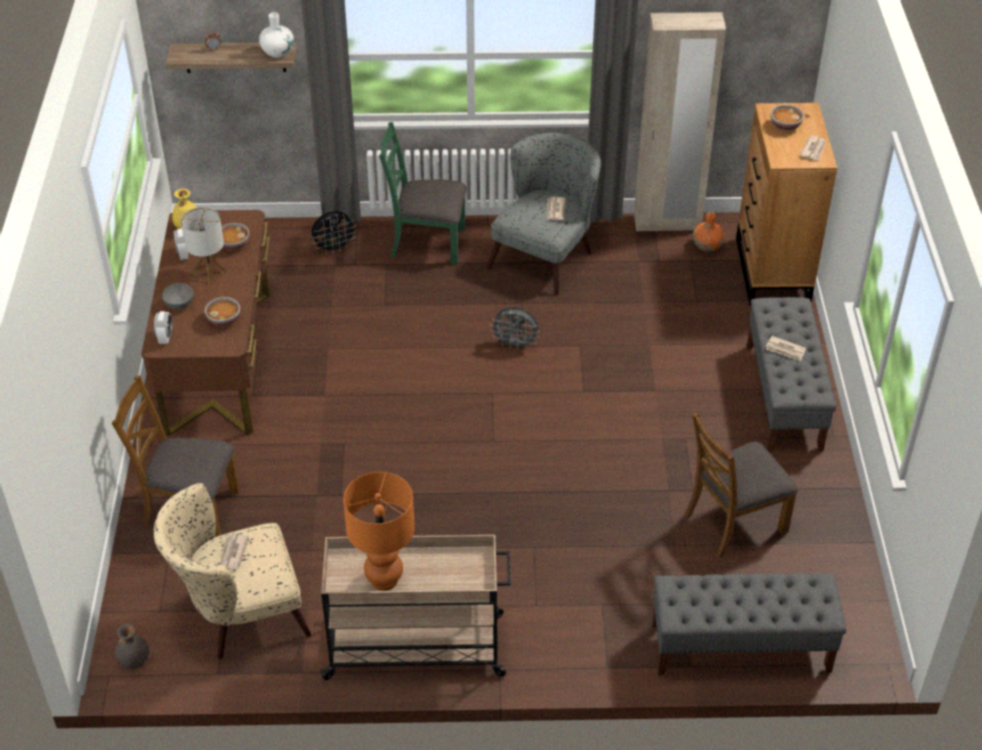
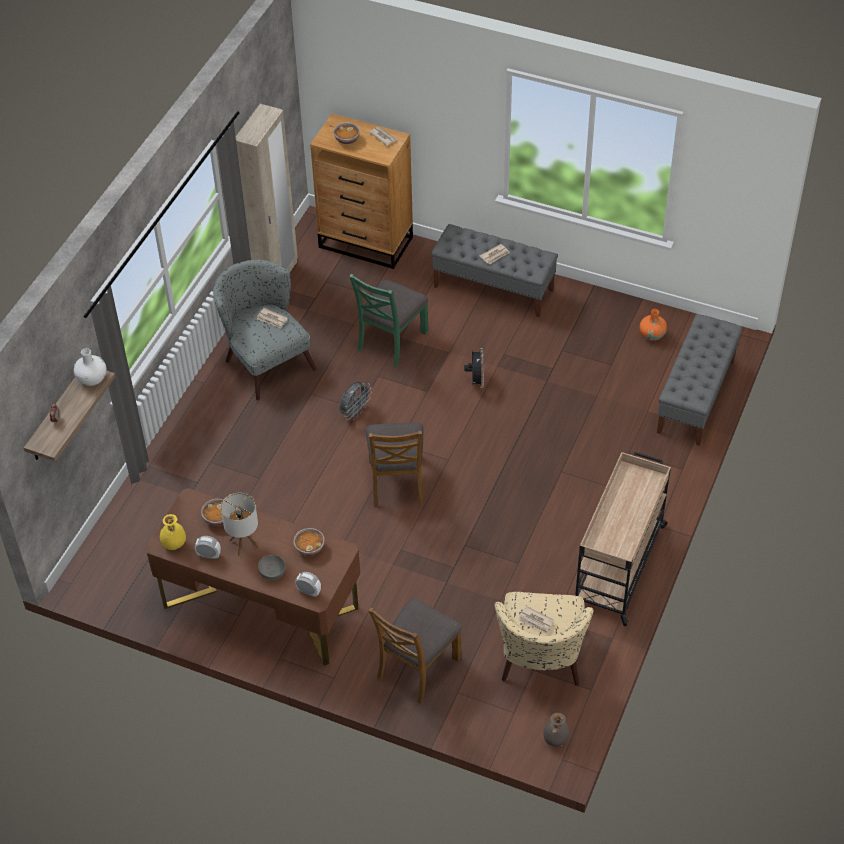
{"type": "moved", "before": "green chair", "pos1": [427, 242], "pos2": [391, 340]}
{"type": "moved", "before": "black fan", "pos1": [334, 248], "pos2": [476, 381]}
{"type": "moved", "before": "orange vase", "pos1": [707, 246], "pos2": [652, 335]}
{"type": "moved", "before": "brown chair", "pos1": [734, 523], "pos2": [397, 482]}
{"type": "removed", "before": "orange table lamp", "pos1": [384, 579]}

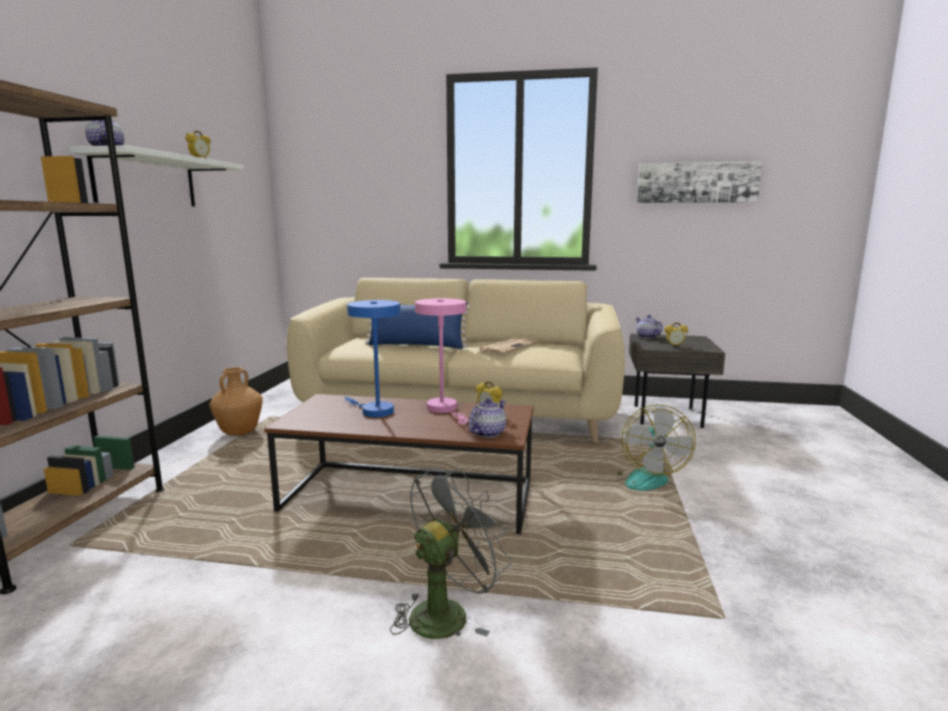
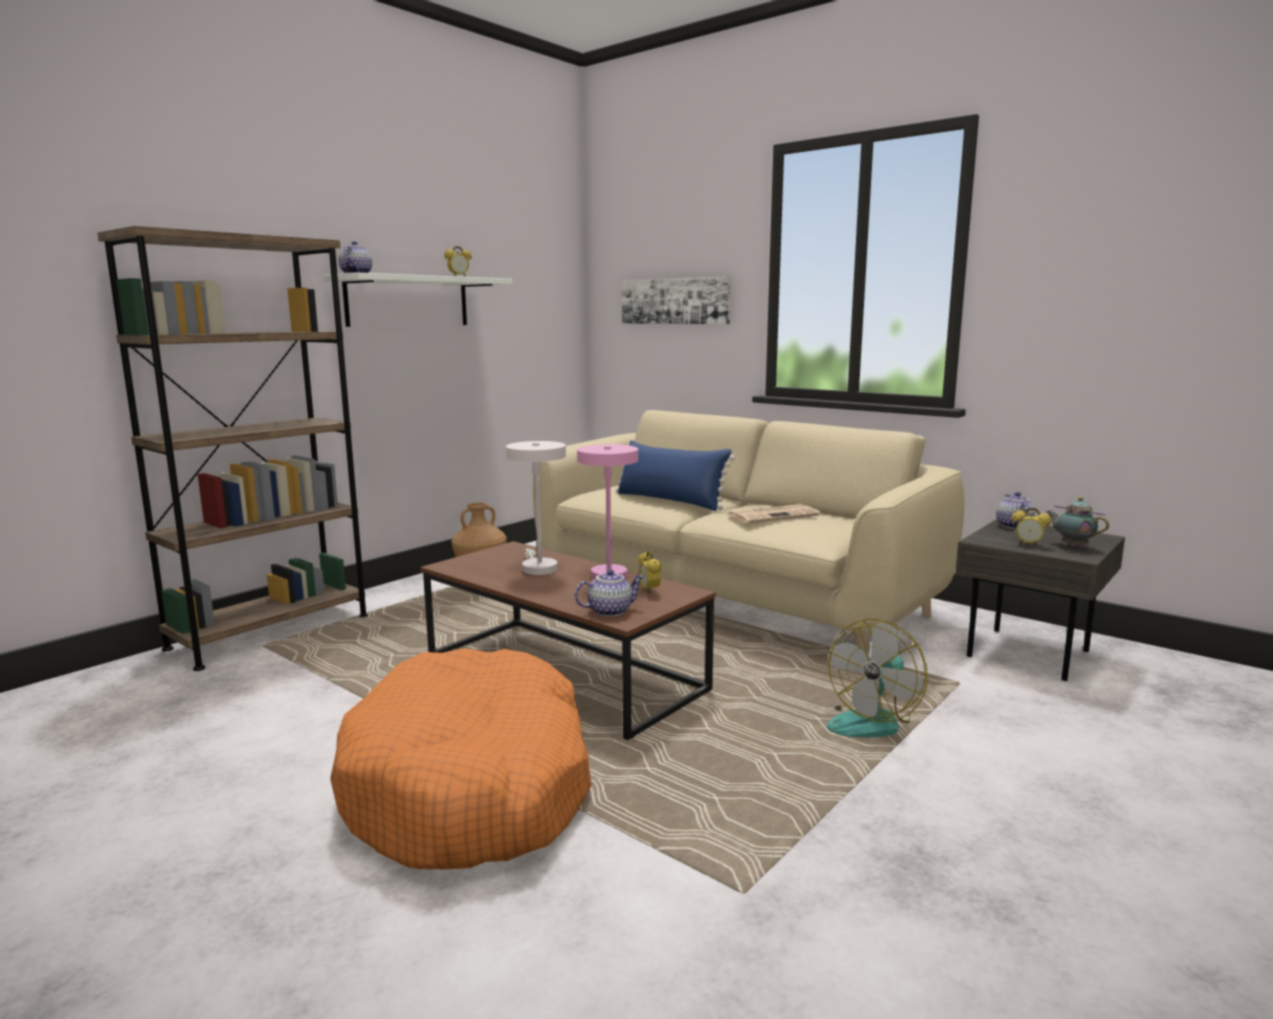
{"type": "moved", "before": "picture", "pos1": [697, 182], "pos2": [675, 301]}
{"type": "recoloured", "before": "blue table lamp", "after": "white table lamp", "pos1": [374, 410], "pos2": [538, 567]}
{"type": "replaced", "before": "grey fan", "after": "orange dog bed", "pos1": [447, 612], "pos2": [471, 786]}
{"type": "added", "after": "teapot", "pos2": [1072, 546]}

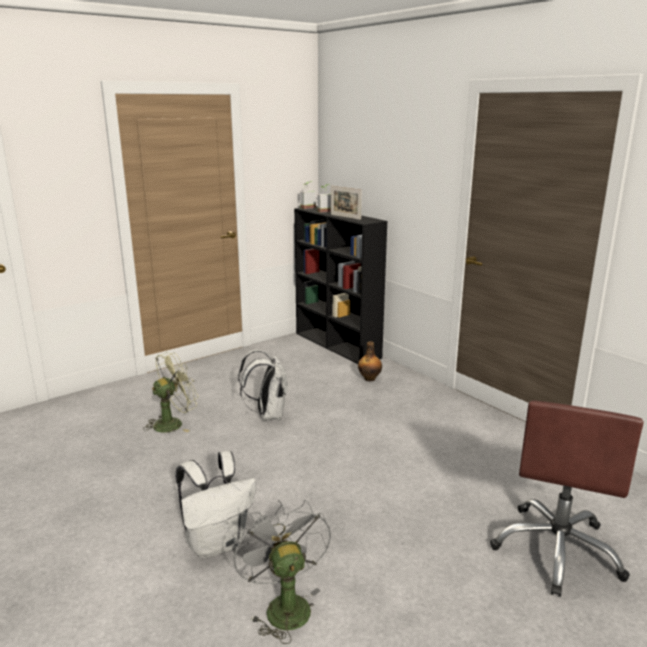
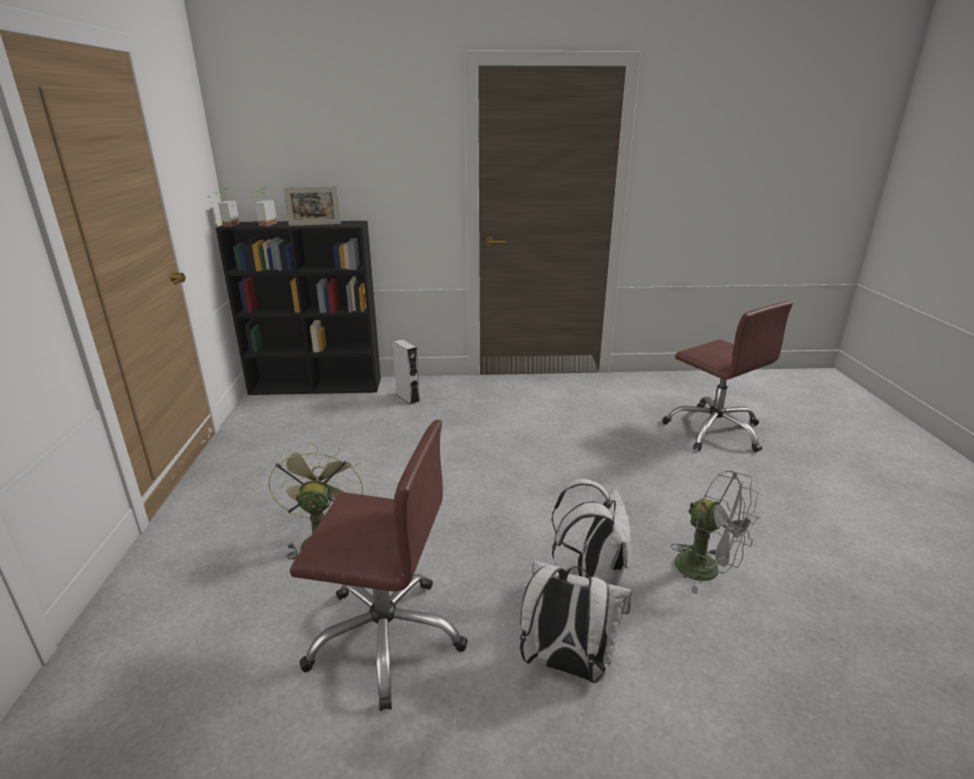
{"type": "replaced", "before": "bottle", "after": "grey speaker", "pos1": [369, 378], "pos2": [407, 398]}
{"type": "moved", "before": "white backpack", "pos1": [268, 414], "pos2": [568, 665]}
{"type": "turned", "before": "grey fan", "pos1": [283, 605], "pos2": [707, 571], "turn": -150}
{"type": "added", "after": "brown office chair", "pos2": [386, 637]}

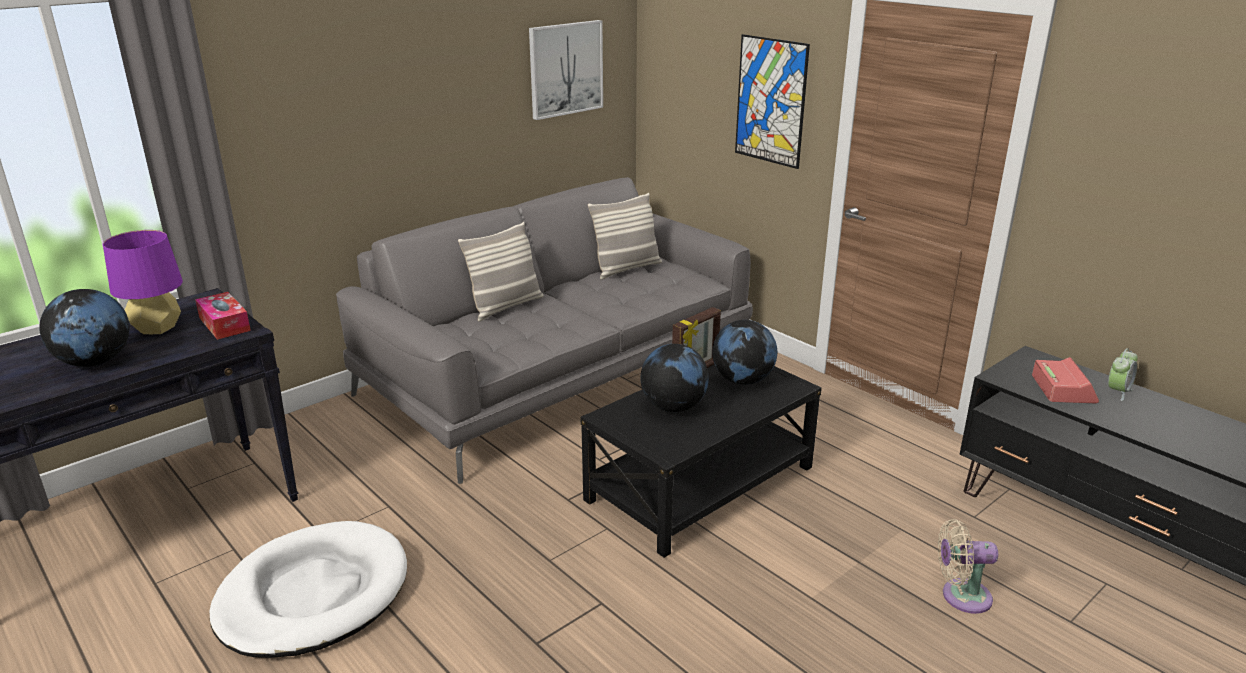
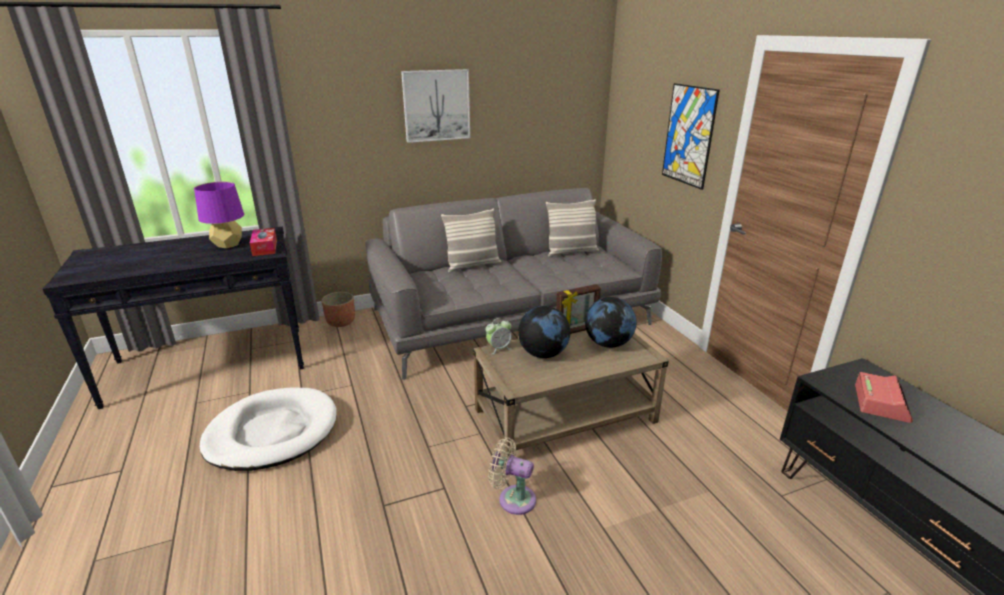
{"type": "moved", "before": "picture", "pos1": [565, 69], "pos2": [436, 105]}
{"type": "removed", "before": "globe", "pos1": [95, 362]}
{"type": "moved", "before": "alarm clock", "pos1": [1117, 392], "pos2": [498, 348]}
{"type": "recoloured", "before": "black coffee table", "after": "beige coffee table", "pos1": [700, 484], "pos2": [565, 416]}
{"type": "moved", "before": "beige fan", "pos1": [961, 596], "pos2": [513, 498]}
{"type": "added", "after": "planter", "pos2": [341, 322]}

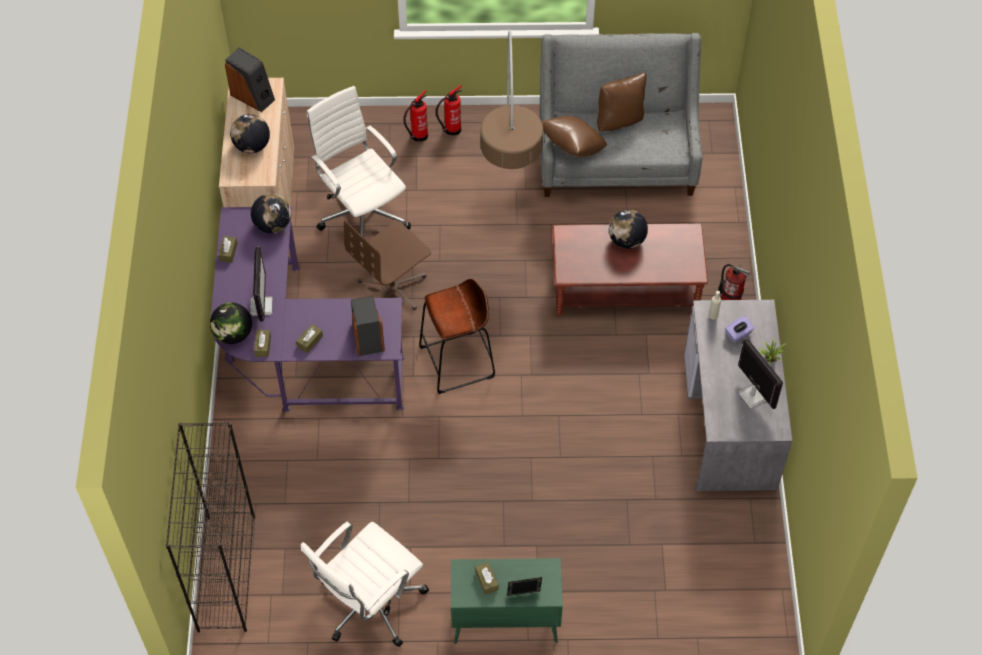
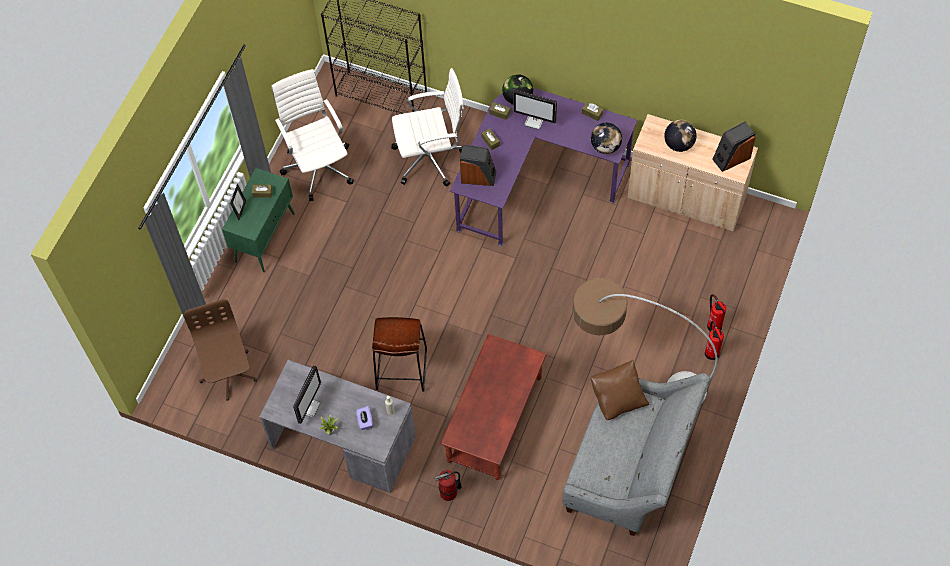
{"type": "removed", "before": "brown pillow", "pos1": [619, 120]}
{"type": "moved", "before": "white office chair", "pos1": [362, 214], "pos2": [431, 158]}
{"type": "removed", "before": "globe", "pos1": [626, 240]}
{"type": "moved", "before": "brown office chair", "pos1": [393, 288], "pos2": [228, 373]}
{"type": "moved", "before": "brown stool", "pos1": [457, 362], "pos2": [401, 369]}
{"type": "turned", "before": "monitor", "pos1": [752, 395], "pos2": [308, 407], "turn": -60}

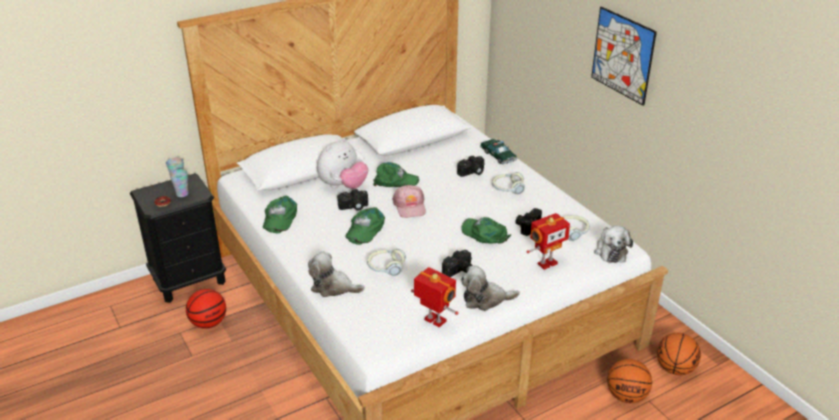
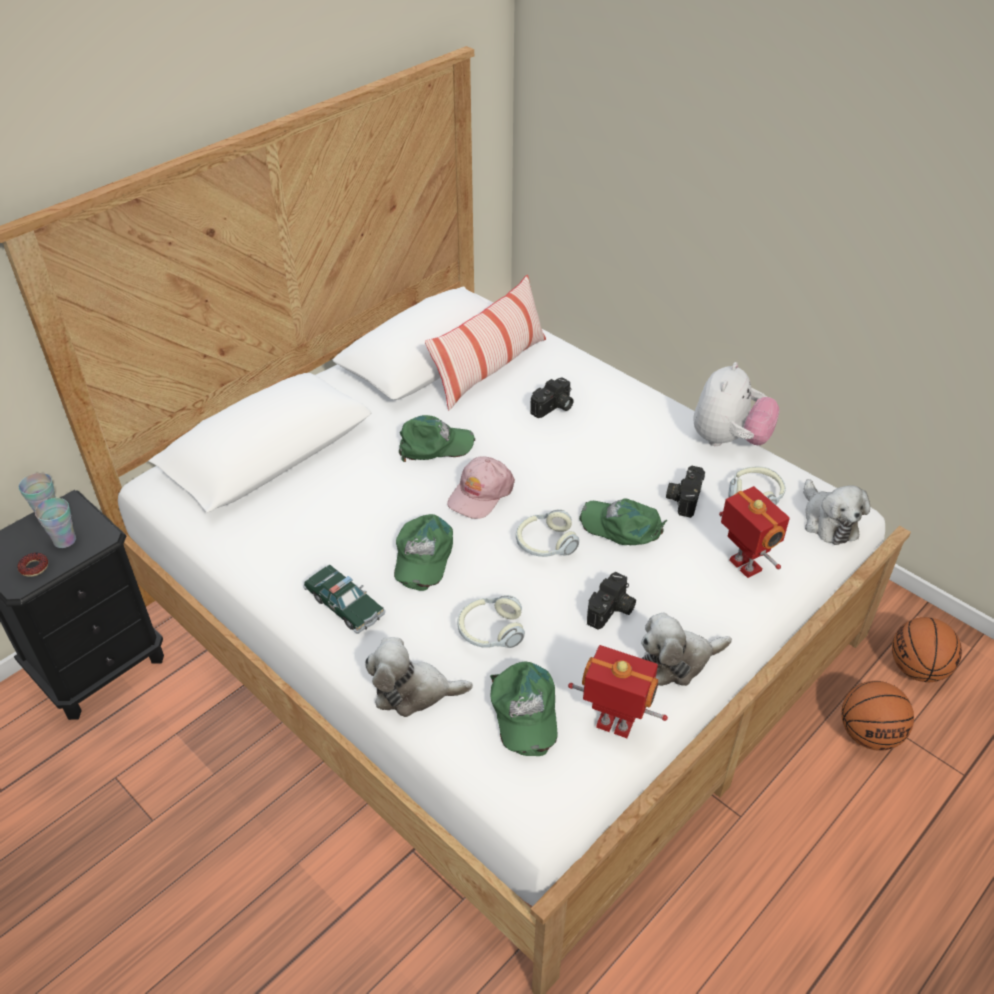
{"type": "removed", "before": "picture", "pos1": [622, 55]}
{"type": "moved", "before": "plush toy", "pos1": [343, 186], "pos2": [728, 440]}
{"type": "moved", "before": "toy car", "pos1": [498, 156], "pos2": [344, 605]}
{"type": "moved", "before": "headphones", "pos1": [507, 188], "pos2": [545, 543]}
{"type": "turned", "before": "pink cap", "pos1": [410, 206], "pos2": [480, 493], "turn": 60}
{"type": "removed", "before": "photo camera", "pos1": [353, 207]}
{"type": "moved", "before": "green cap", "pos1": [279, 218], "pos2": [524, 712]}
{"type": "turned", "before": "toy robot", "pos1": [546, 263], "pos2": [743, 566], "turn": -75}
{"type": "removed", "before": "basketball", "pos1": [208, 323]}
{"type": "added", "after": "pillow", "pos2": [490, 369]}

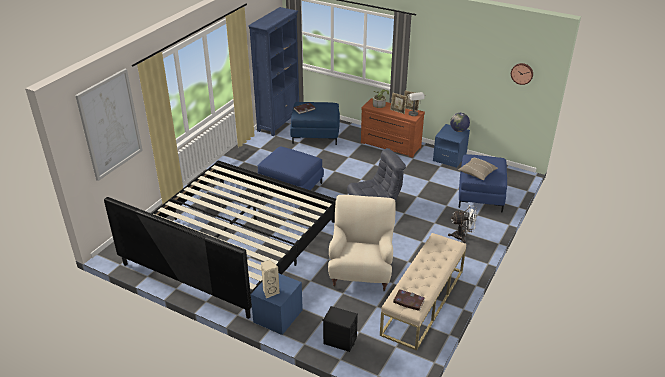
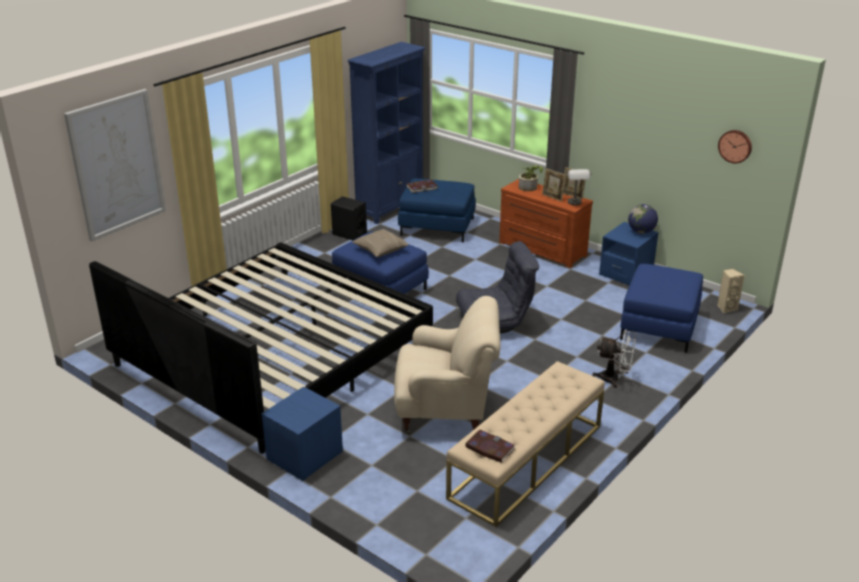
{"type": "moved", "before": "beige pillow", "pos1": [477, 173], "pos2": [380, 250]}
{"type": "turned", "before": "beige armchair", "pos1": [361, 272], "pos2": [446, 411], "turn": 75}
{"type": "moved", "before": "beige speaker", "pos1": [270, 291], "pos2": [726, 308]}
{"type": "moved", "before": "black speaker", "pos1": [340, 341], "pos2": [349, 234]}

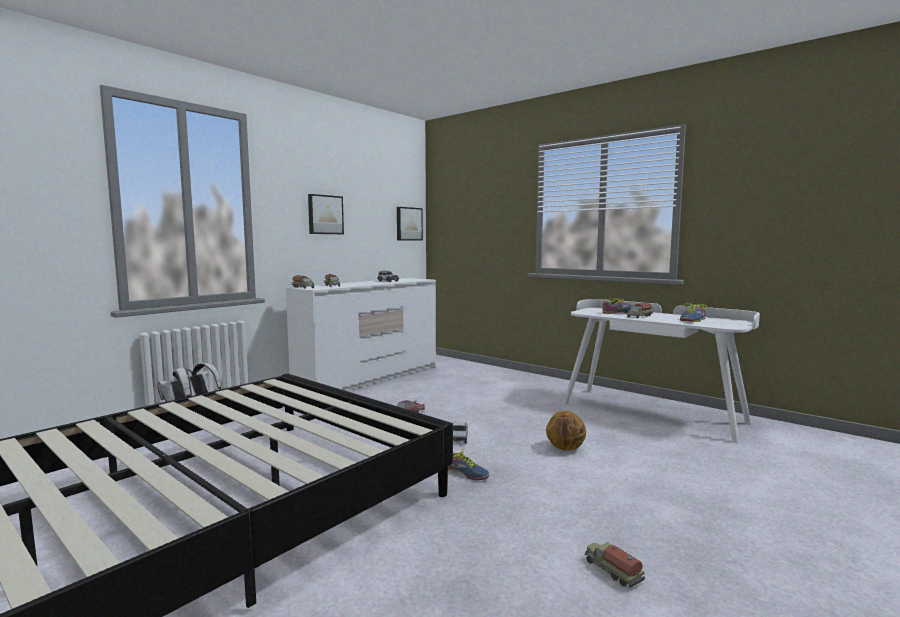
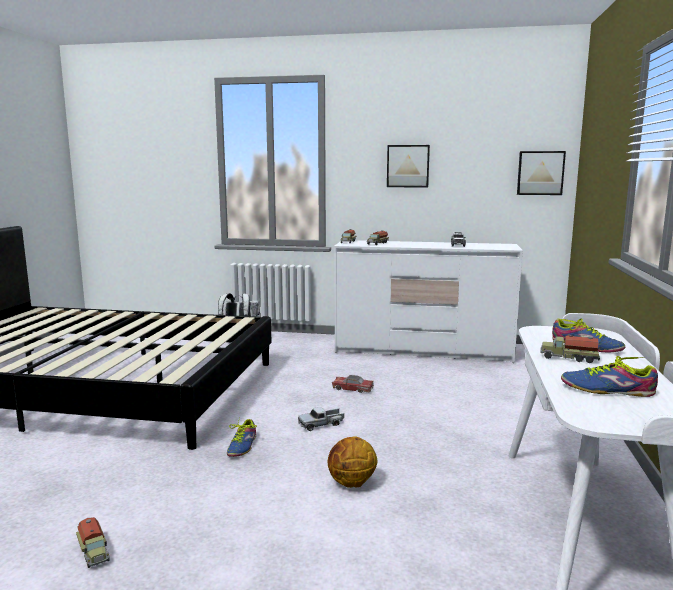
{"type": "turned", "before": "toy truck", "pos1": [612, 571], "pos2": [94, 552], "turn": 120}

